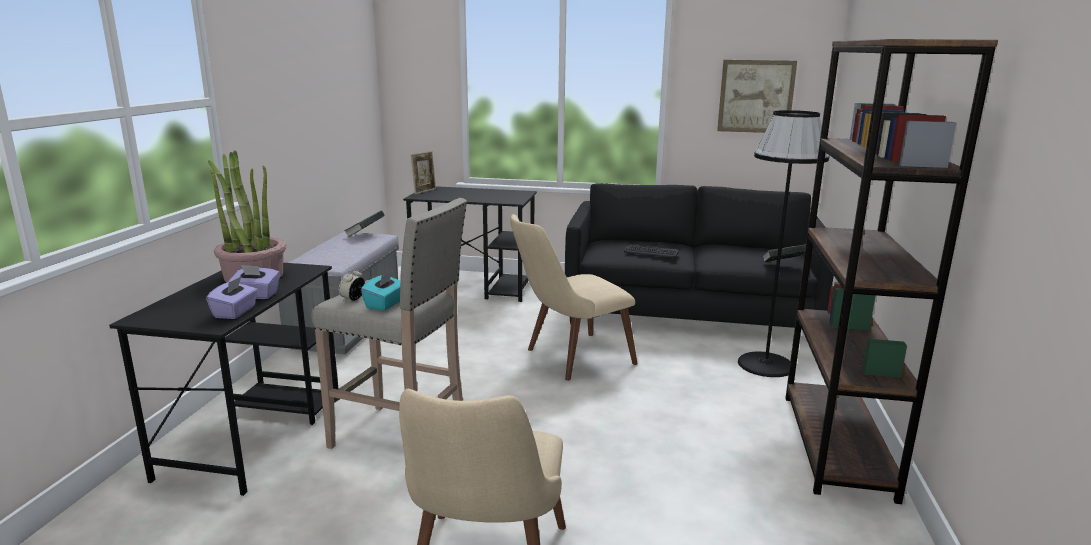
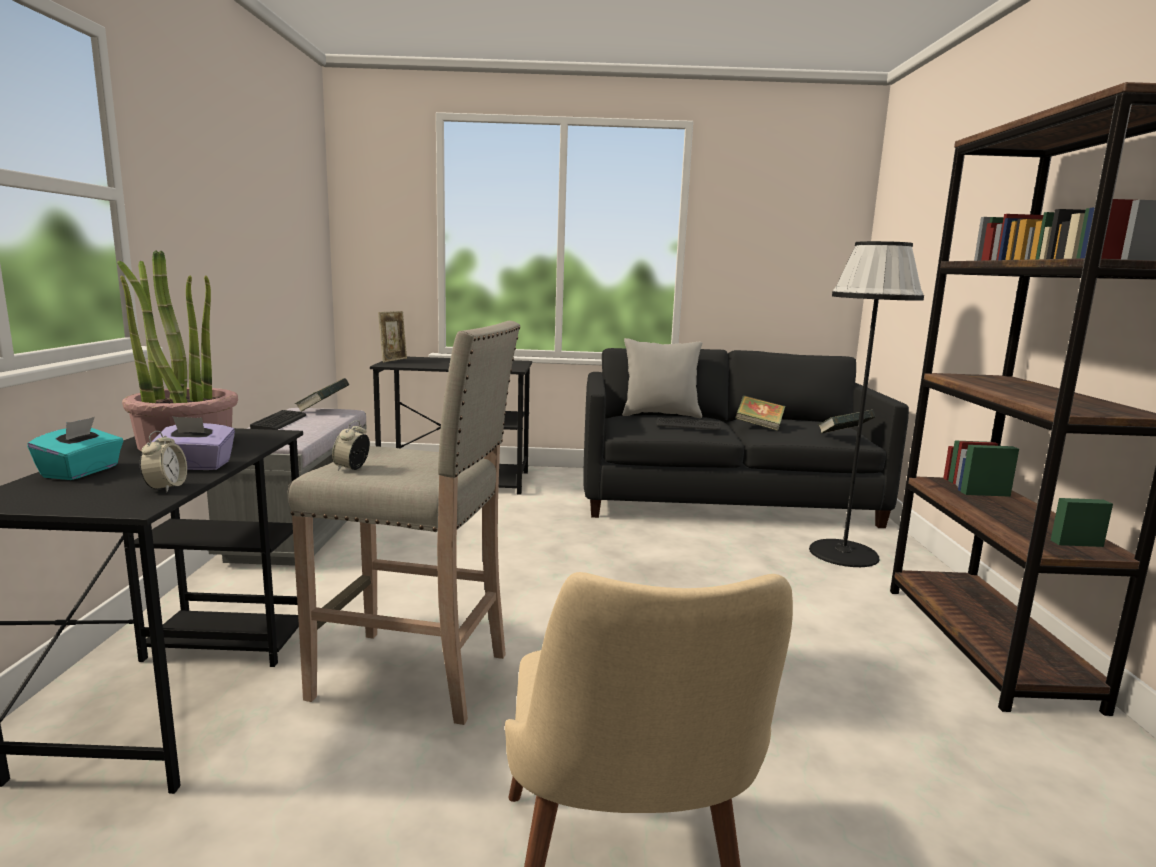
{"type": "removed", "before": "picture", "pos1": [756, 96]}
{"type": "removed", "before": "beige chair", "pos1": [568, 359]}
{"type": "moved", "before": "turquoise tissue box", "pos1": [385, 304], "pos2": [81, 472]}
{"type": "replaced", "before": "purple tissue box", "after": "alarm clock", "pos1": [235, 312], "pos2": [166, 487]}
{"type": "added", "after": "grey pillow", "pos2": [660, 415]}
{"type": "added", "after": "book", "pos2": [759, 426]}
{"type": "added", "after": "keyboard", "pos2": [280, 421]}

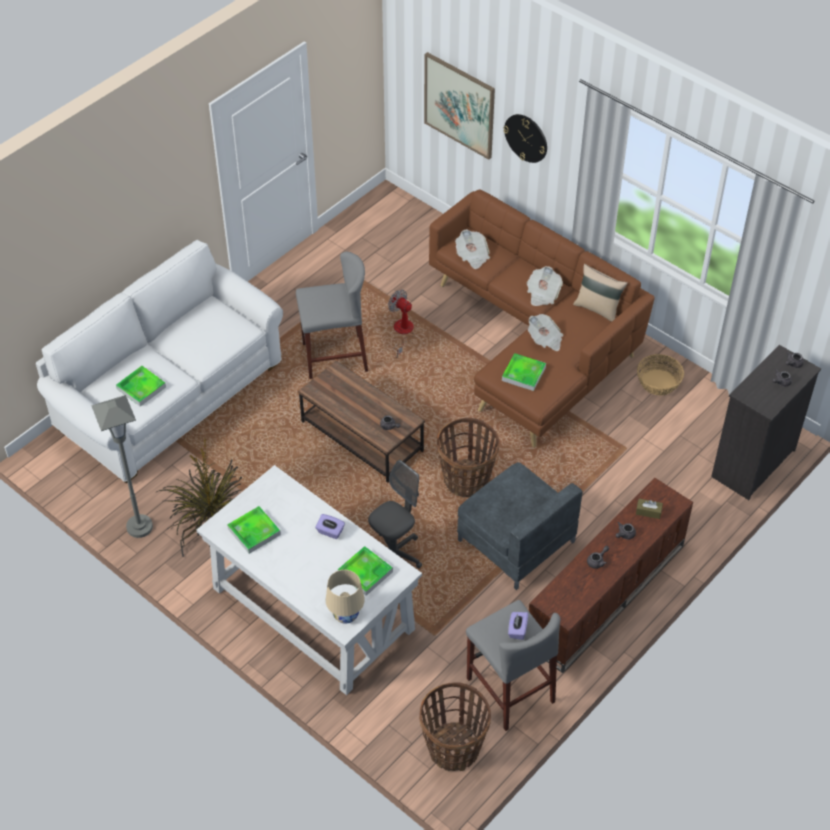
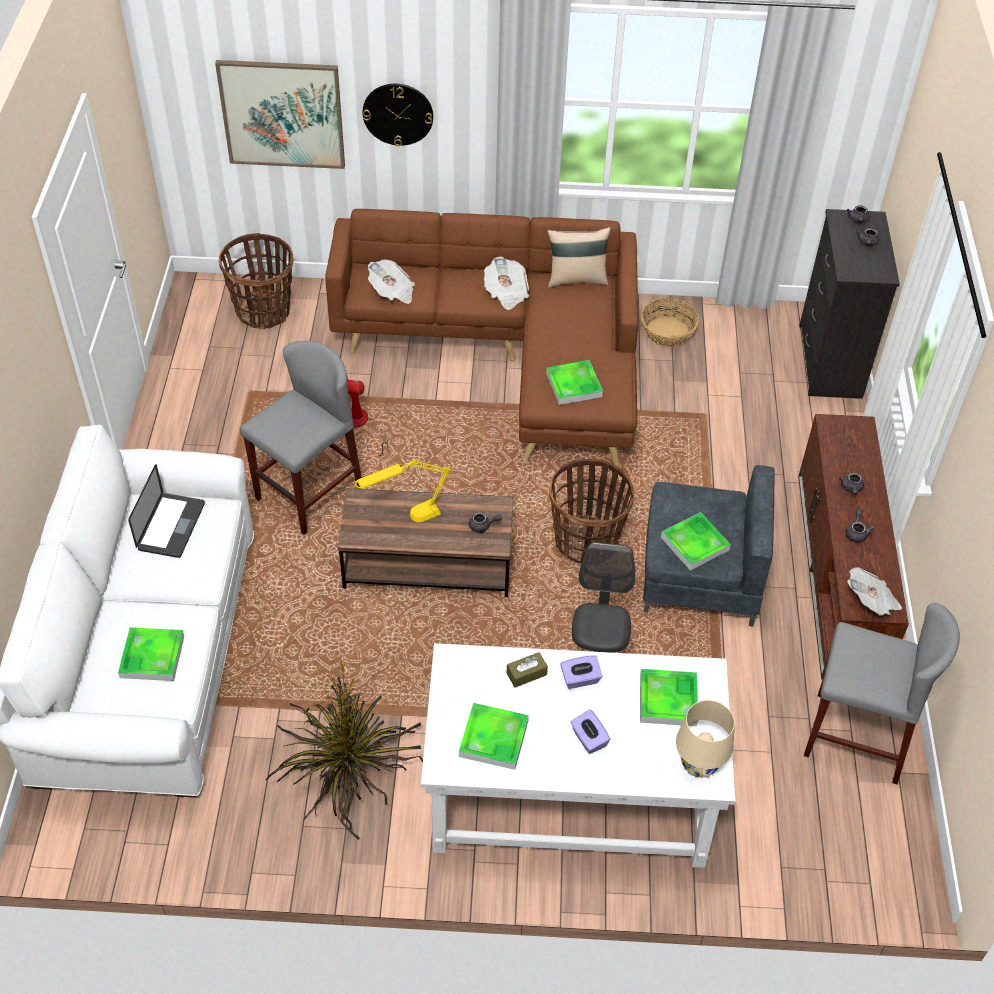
{"type": "moved", "before": "newspaper", "pos1": [545, 340], "pos2": [871, 602]}
{"type": "removed", "before": "grey floor lamp", "pos1": [139, 527]}
{"type": "moved", "before": "brown tissue box", "pos1": [648, 511], "pos2": [526, 674]}
{"type": "moved", "before": "purple tissue box", "pos1": [517, 630], "pos2": [588, 739]}
{"type": "moved", "before": "basket", "pos1": [454, 748], "pos2": [263, 311]}
{"type": "added", "after": "yellow table lamp", "pos2": [406, 520]}
{"type": "added", "after": "laptop", "pos2": [171, 526]}
{"type": "added", "after": "tray", "pos2": [695, 544]}

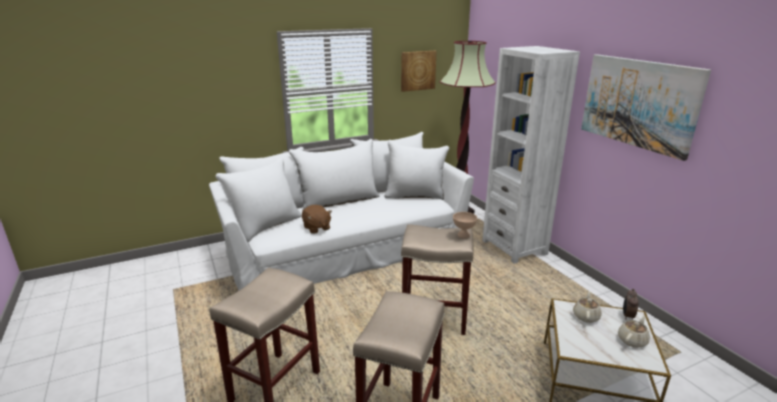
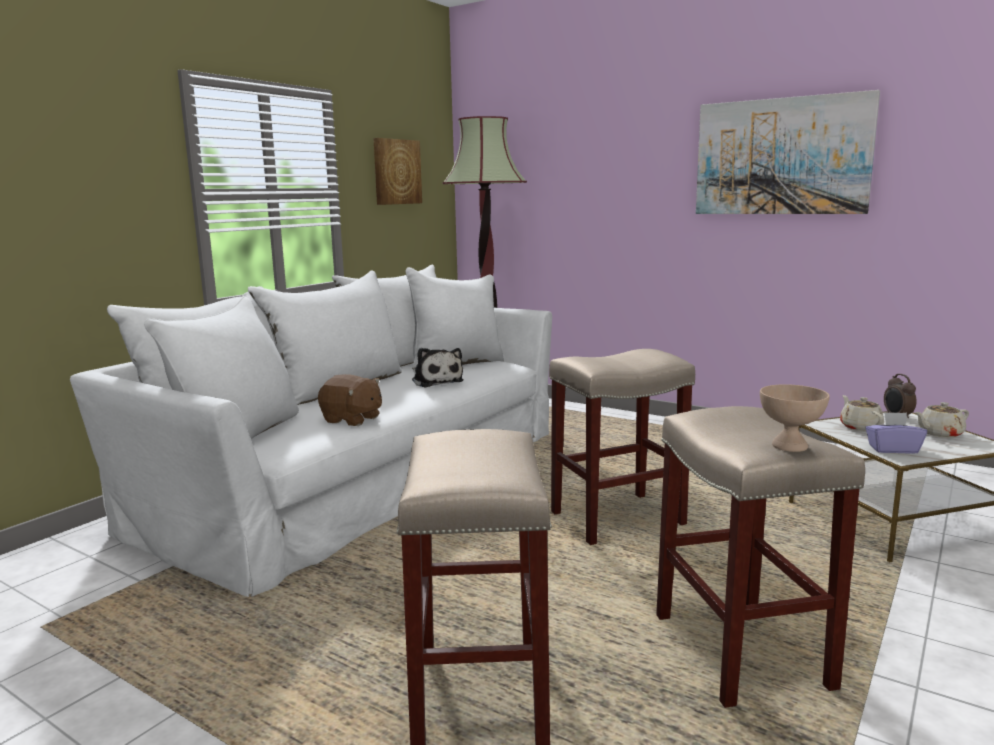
{"type": "removed", "before": "white bookcase", "pos1": [514, 247]}
{"type": "moved", "before": "beige bowl", "pos1": [464, 235], "pos2": [790, 446]}
{"type": "turned", "before": "beige teapot", "pos1": [632, 340], "pos2": [939, 433], "turn": -120}
{"type": "added", "after": "plush toy", "pos2": [437, 381]}
{"type": "added", "after": "purple tissue box", "pos2": [893, 449]}

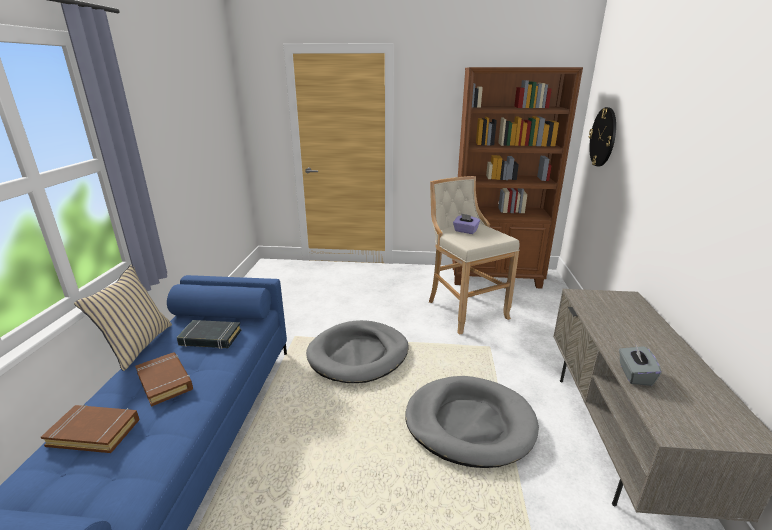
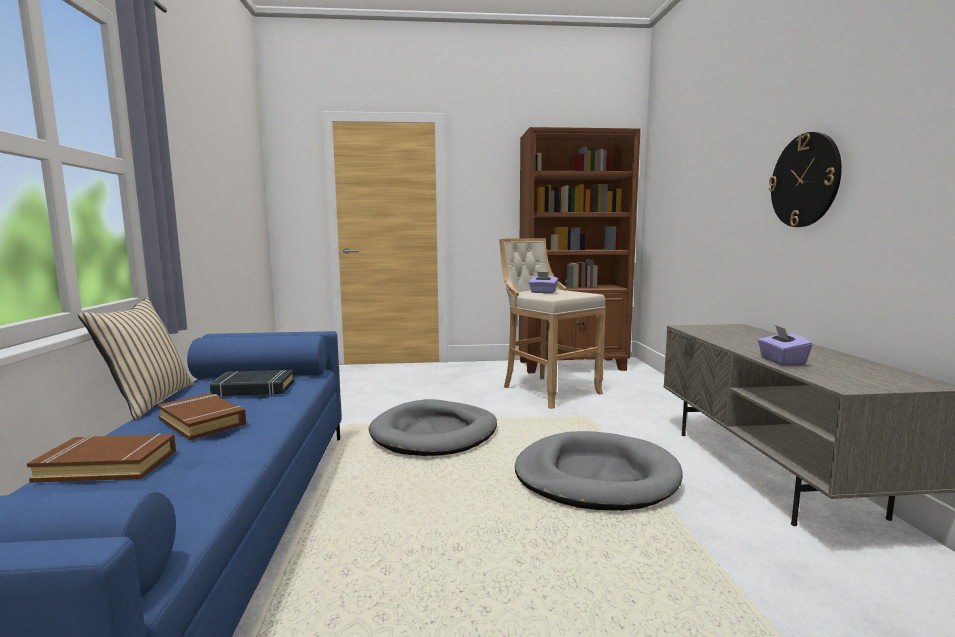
{"type": "moved", "before": "wall clock", "pos1": [603, 137], "pos2": [805, 180]}
{"type": "recoloured", "before": "grey tissue box", "after": "purple tissue box", "pos1": [634, 374], "pos2": [781, 361]}

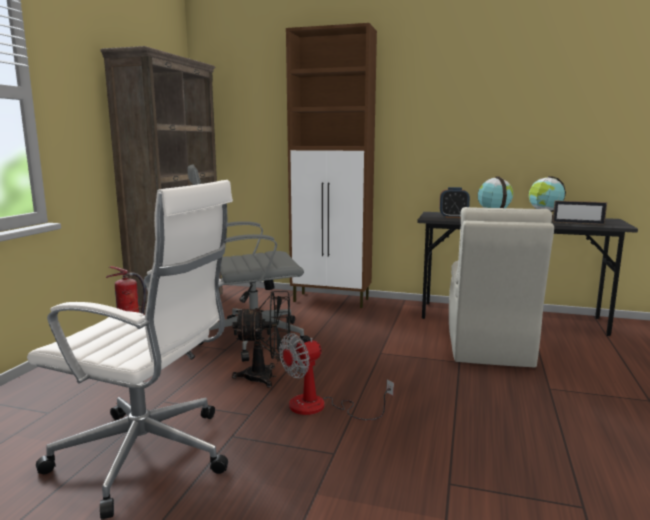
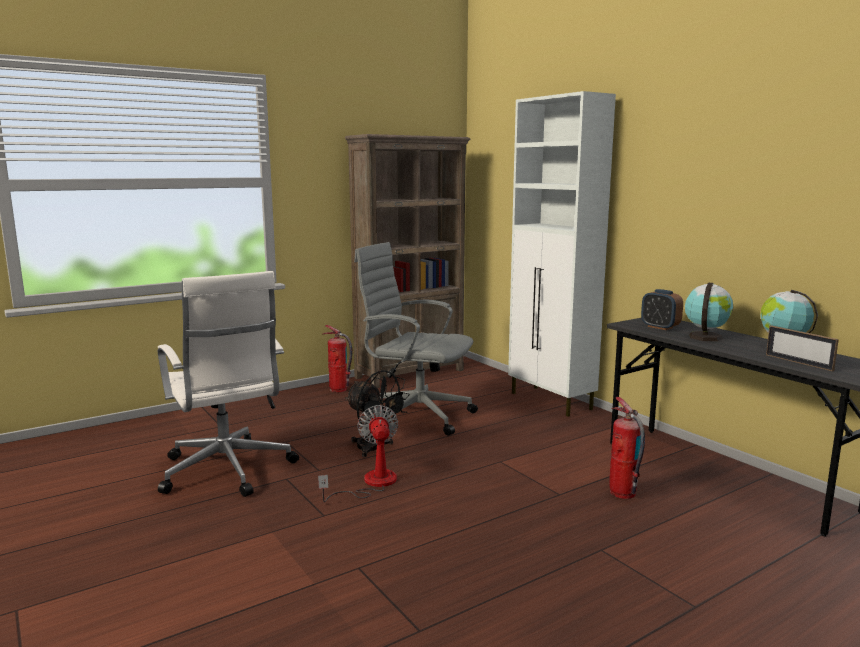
{"type": "recoloured", "before": "brown cabinet", "after": "white cabinet", "pos1": [332, 300], "pos2": [551, 401]}
{"type": "replaced", "before": "beige chair", "after": "fire extinguisher", "pos1": [488, 347], "pos2": [622, 493]}
{"type": "turned", "before": "fan", "pos1": [320, 407], "pos2": [371, 483], "turn": 75}

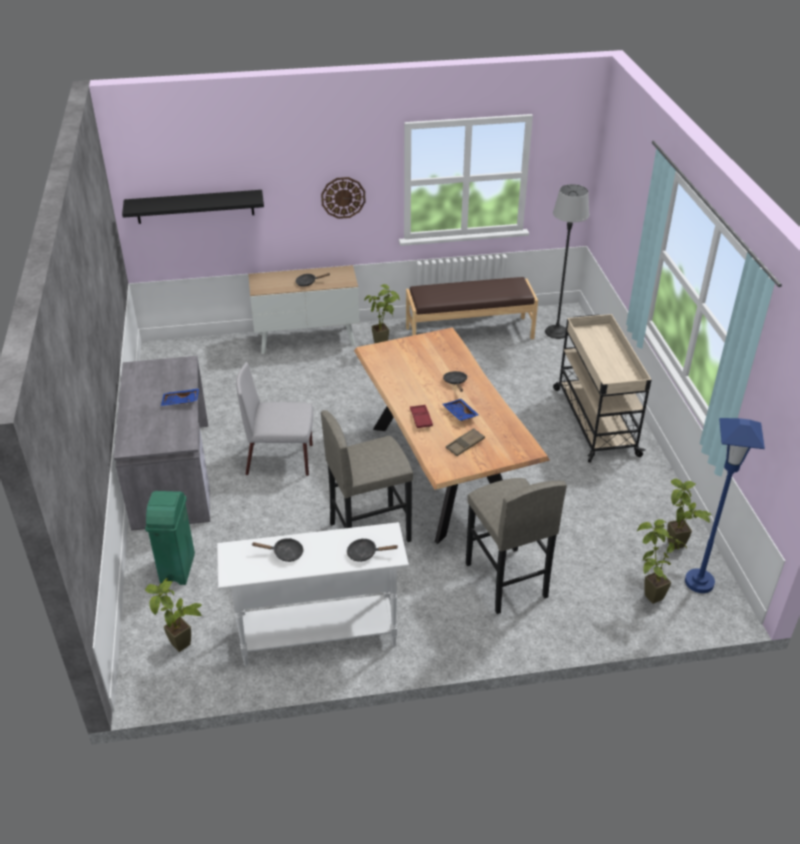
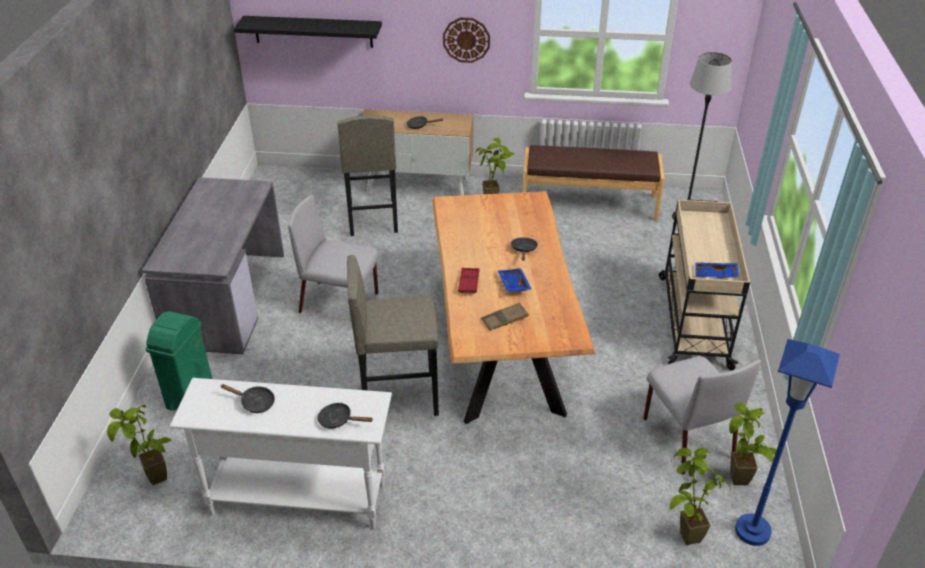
{"type": "moved", "before": "blue tray", "pos1": [180, 402], "pos2": [715, 275]}
{"type": "moved", "before": "grey stool", "pos1": [505, 580], "pos2": [372, 217]}
{"type": "added", "after": "grey chair", "pos2": [687, 436]}

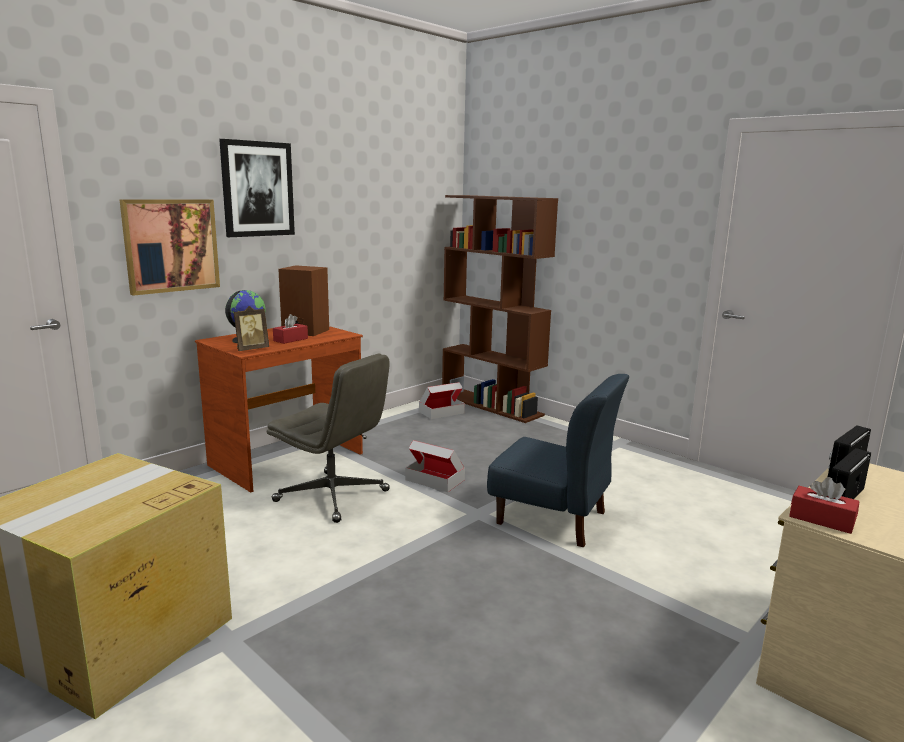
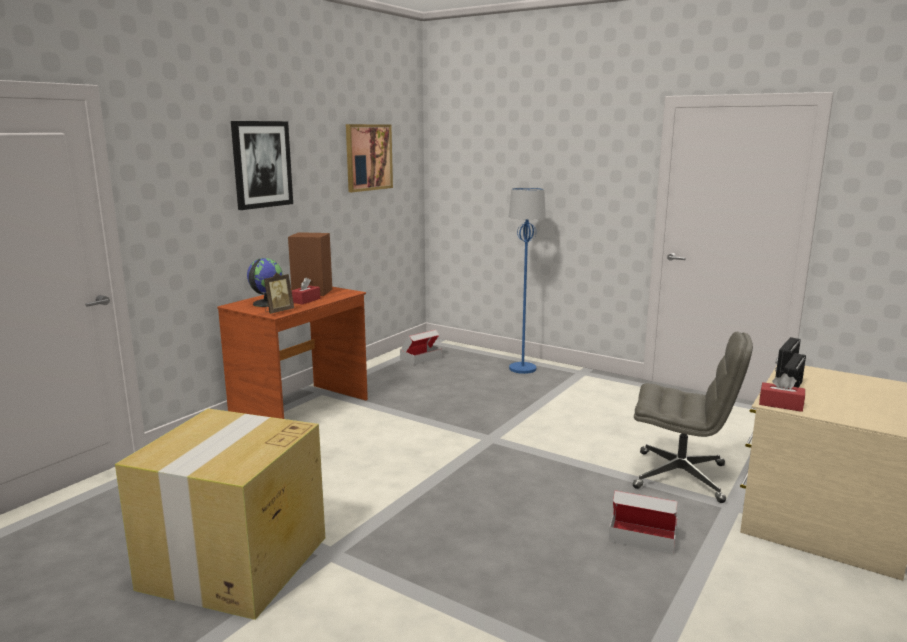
{"type": "removed", "before": "brown bookcase", "pos1": [492, 405]}
{"type": "moved", "before": "picture", "pos1": [171, 245], "pos2": [368, 157]}
{"type": "moved", "before": "grey office chair", "pos1": [333, 496], "pos2": [681, 476]}
{"type": "removed", "before": "blue chair", "pos1": [552, 518]}
{"type": "moved", "before": "cardboard box", "pos1": [435, 480], "pos2": [642, 536]}
{"type": "added", "after": "blue floor lamp", "pos2": [522, 368]}

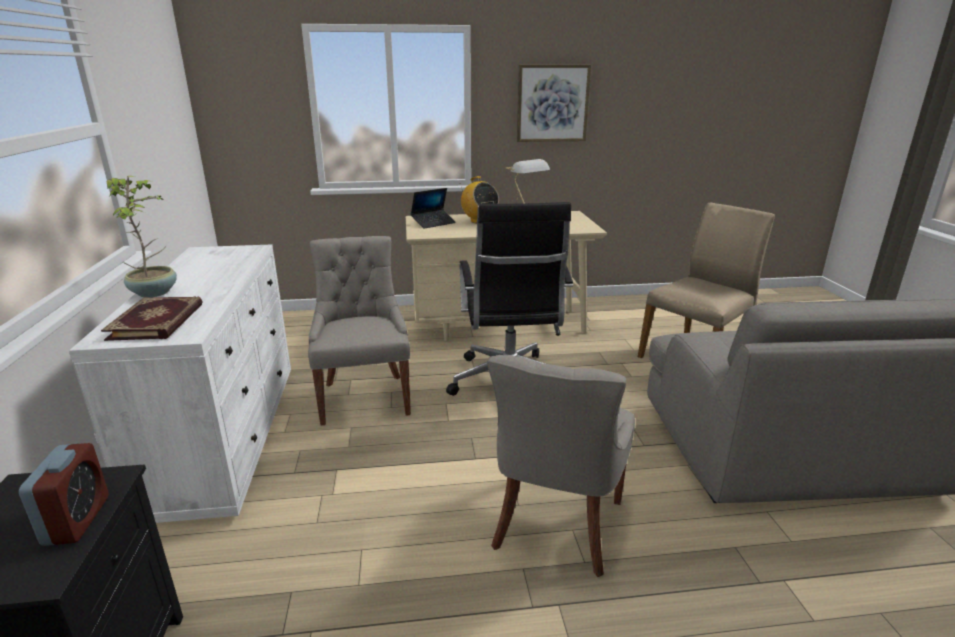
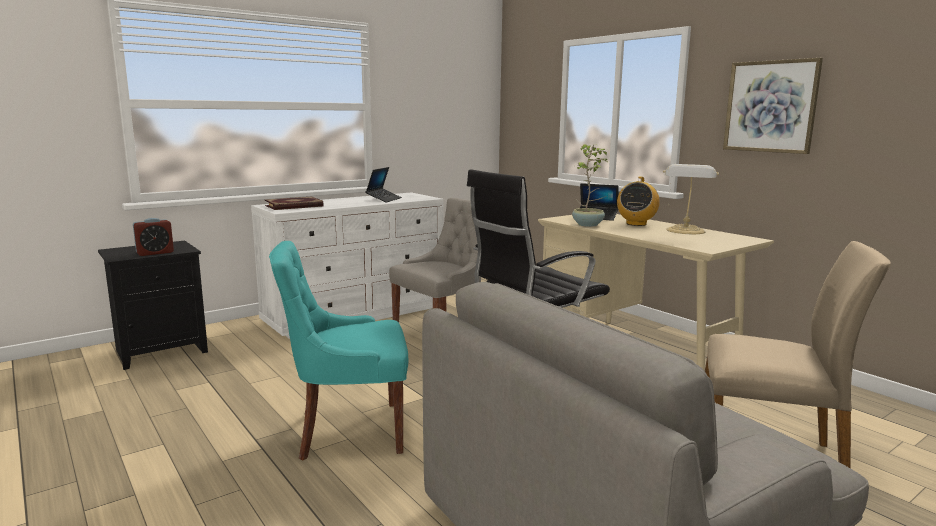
{"type": "moved", "before": "potted plant", "pos1": [155, 292], "pos2": [588, 225]}
{"type": "recoloured", "before": "grey chair", "after": "turquoise chair", "pos1": [555, 525], "pos2": [347, 431]}
{"type": "added", "after": "laptop", "pos2": [384, 199]}

